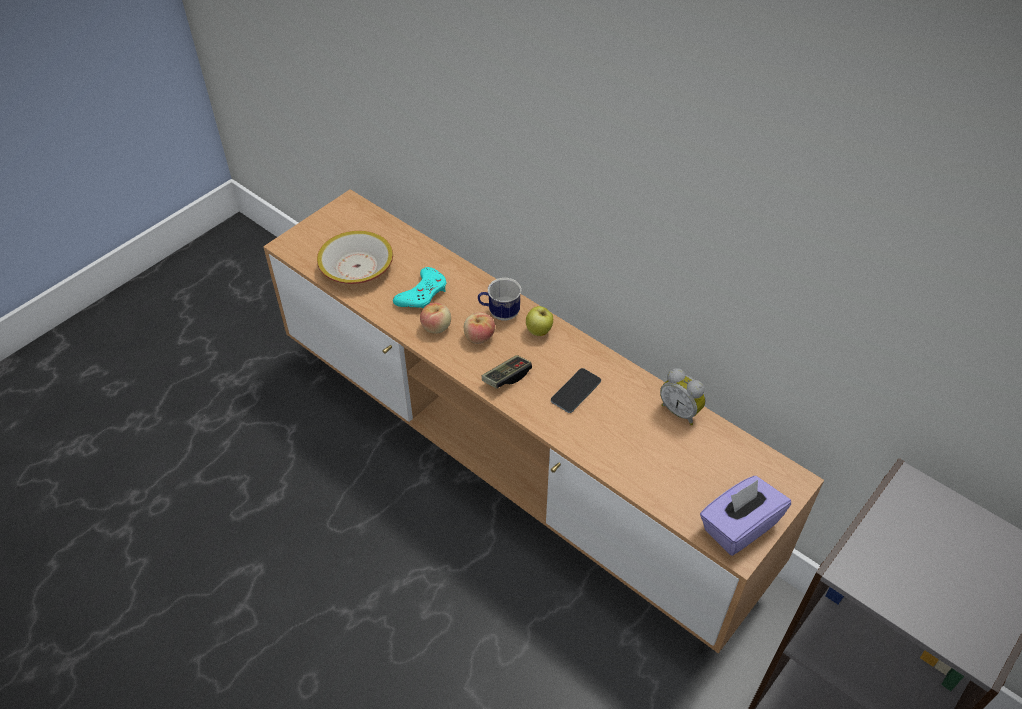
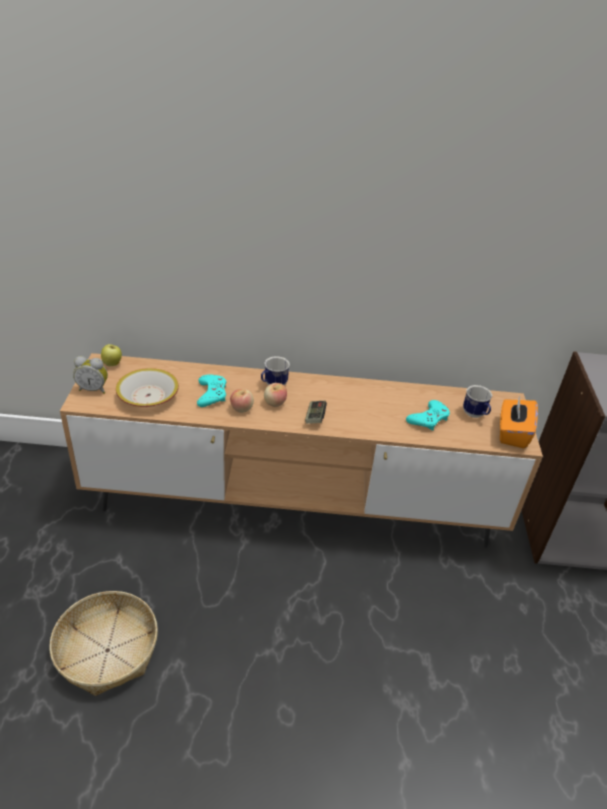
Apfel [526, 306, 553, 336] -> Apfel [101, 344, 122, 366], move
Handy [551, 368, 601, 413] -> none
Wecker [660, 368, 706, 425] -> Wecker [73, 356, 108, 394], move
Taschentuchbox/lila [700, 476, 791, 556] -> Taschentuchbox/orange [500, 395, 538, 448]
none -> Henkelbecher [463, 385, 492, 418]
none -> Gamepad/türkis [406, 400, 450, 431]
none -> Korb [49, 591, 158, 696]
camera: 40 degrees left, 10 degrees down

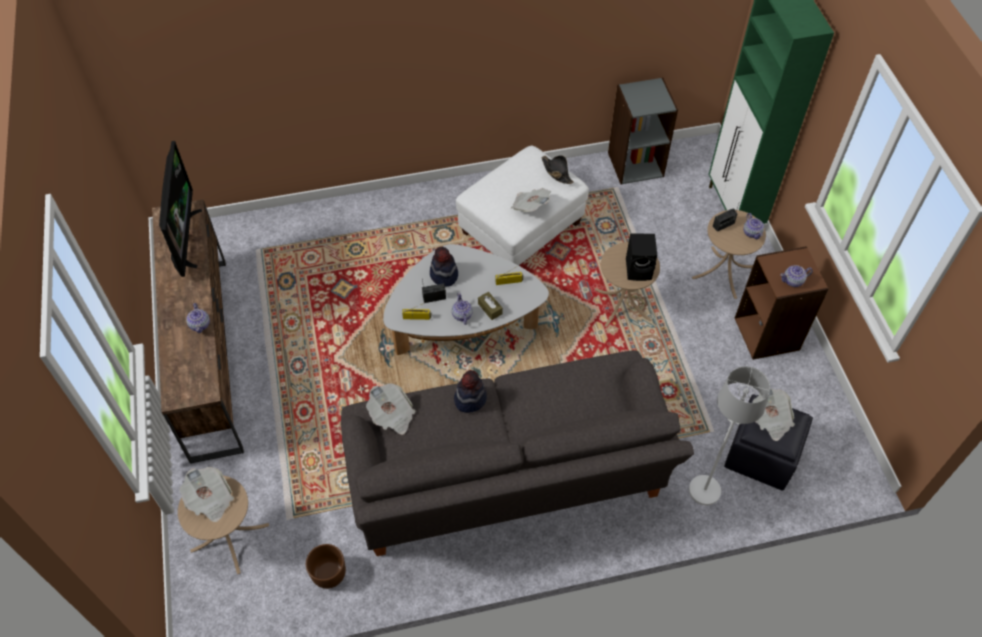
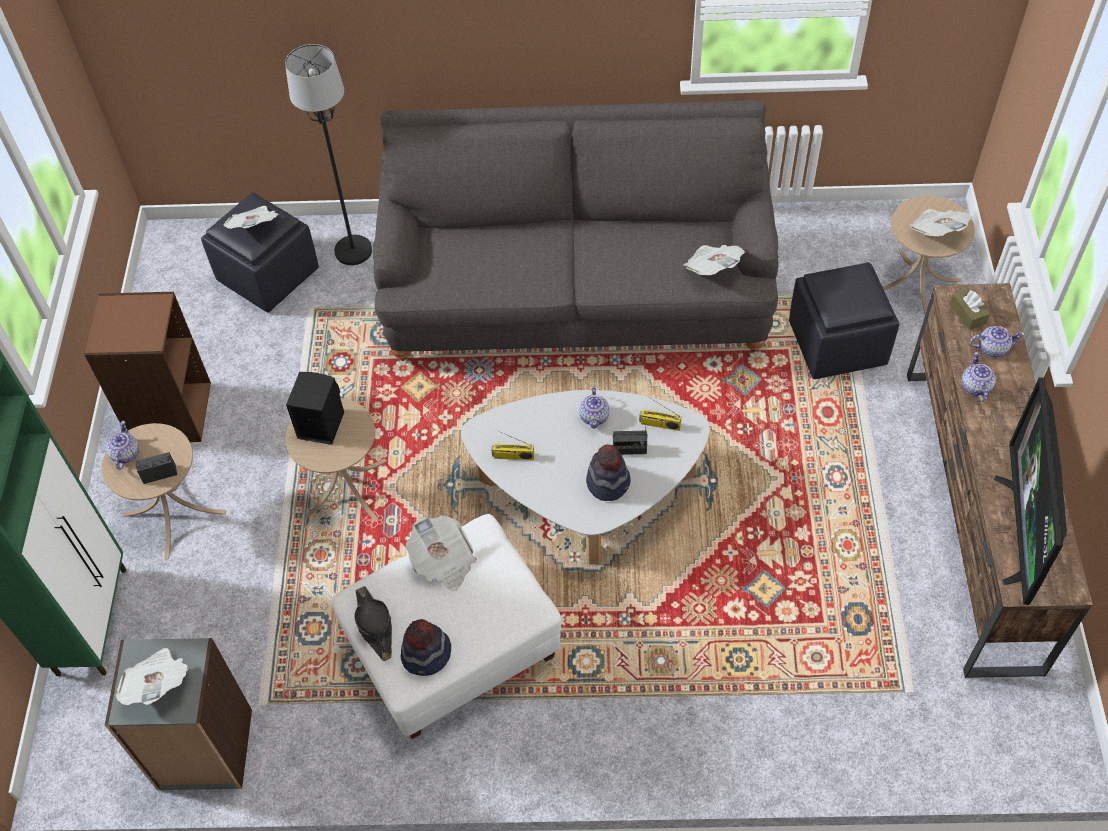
Teekanne [780, 265, 813, 287] -> Teekanne [970, 326, 1025, 358], move
Taschentuchbox/braun [478, 292, 503, 320] -> Taschentuchbox/braun [950, 288, 990, 330], move
Stehlampe/weiß [689, 366, 771, 505] -> Stehlampe/schwarz [285, 44, 372, 265]
Hut [454, 370, 487, 413] -> Hut [401, 619, 451, 676], move
Pflanzkübel/braun [306, 544, 346, 589] -> none
none -> Polsterhocker/schwarz [789, 262, 899, 379]
none -> Zeitung [115, 648, 189, 705]
camera: 165 degrees left, 0 degrees up

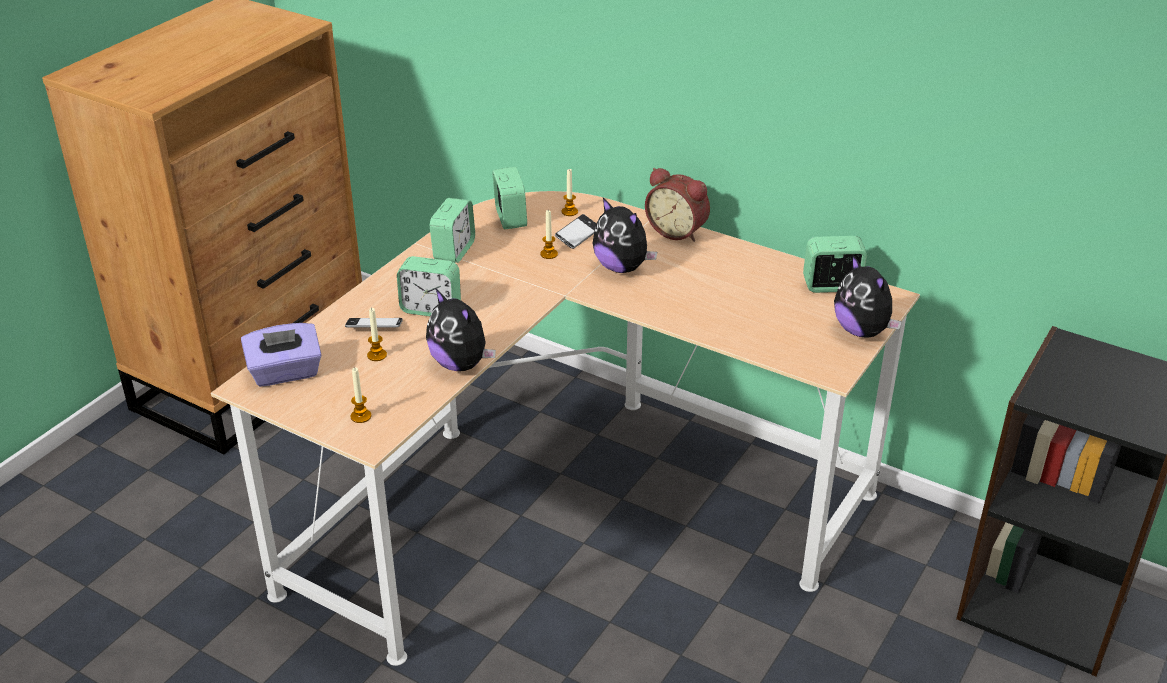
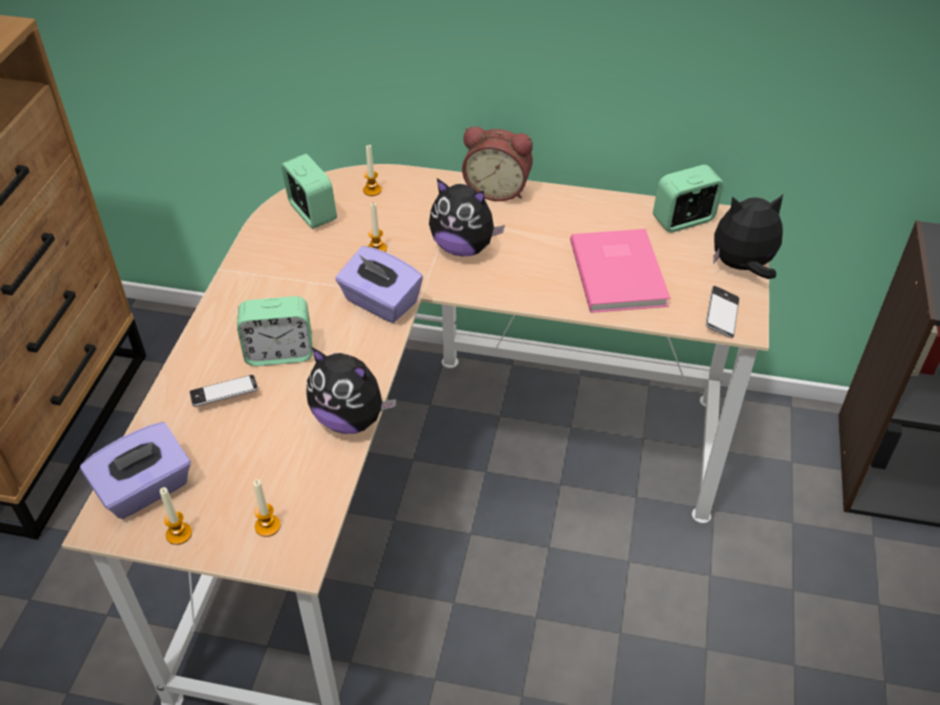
Wecker [430, 198, 475, 263] -> none
Handy [555, 214, 596, 249] -> Handy [706, 286, 739, 338], move
Plüschtier [834, 254, 902, 338] -> Plüschtier [713, 195, 783, 279], 135 degrees clockwise
Kerze [367, 308, 387, 361] -> Kerze [160, 487, 192, 545], move
none -> Buch/rosa [570, 229, 670, 313]
none -> Taschentuchbox/lila [335, 246, 423, 323]
camera: 20 degrees left, 10 degrees up

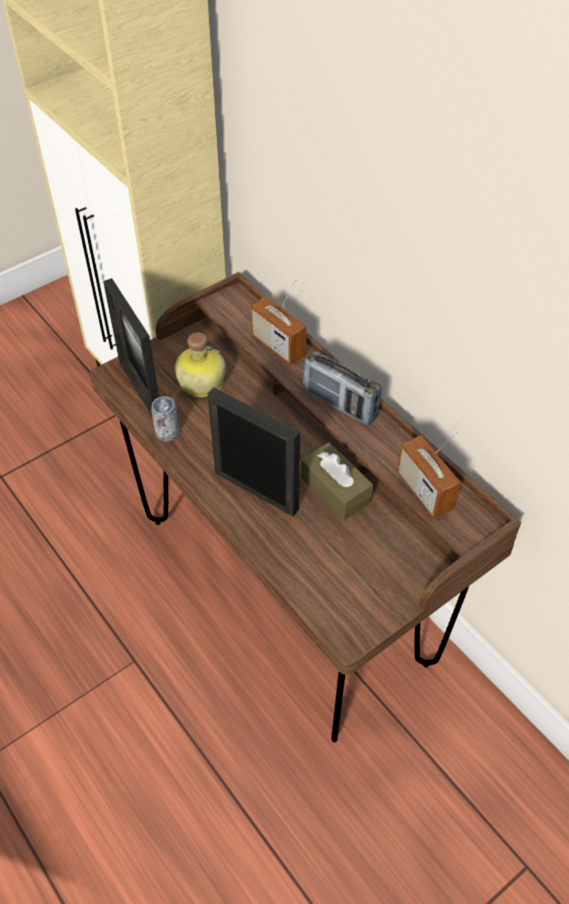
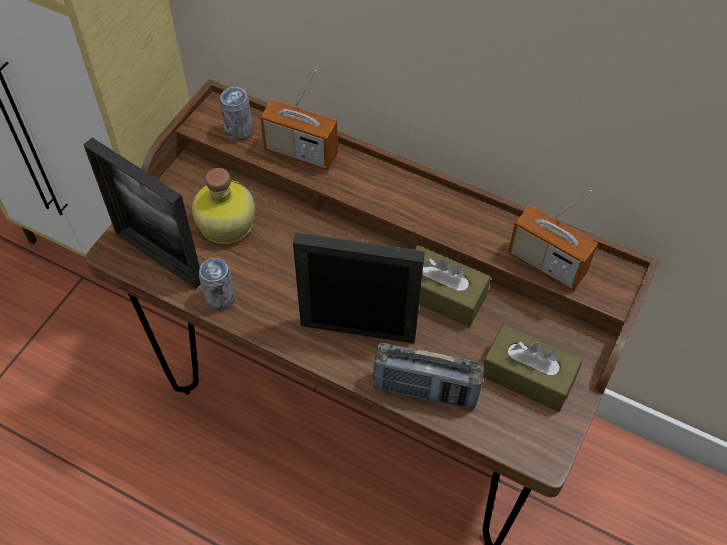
Radio [303, 351, 381, 426] -> Radio [373, 343, 484, 409], move
none -> Dose [220, 87, 253, 140]
none -> Taschentuchbox/braun [483, 324, 582, 412]
camera: 25 degrees left, 5 degrees up

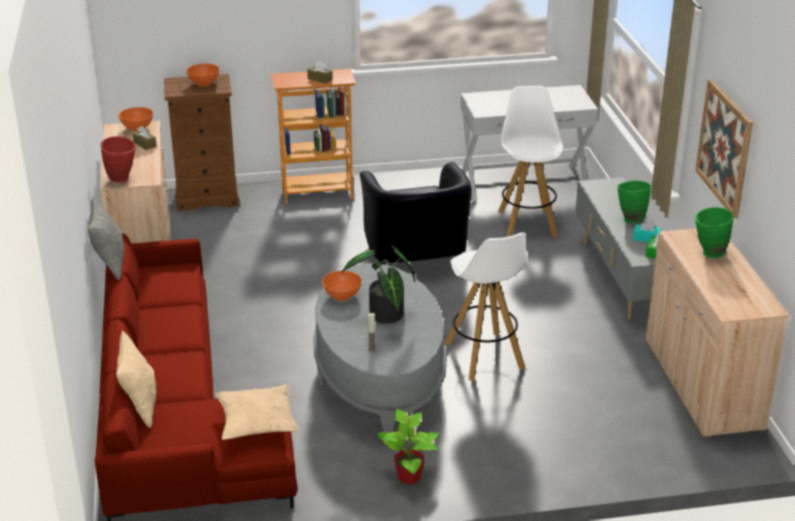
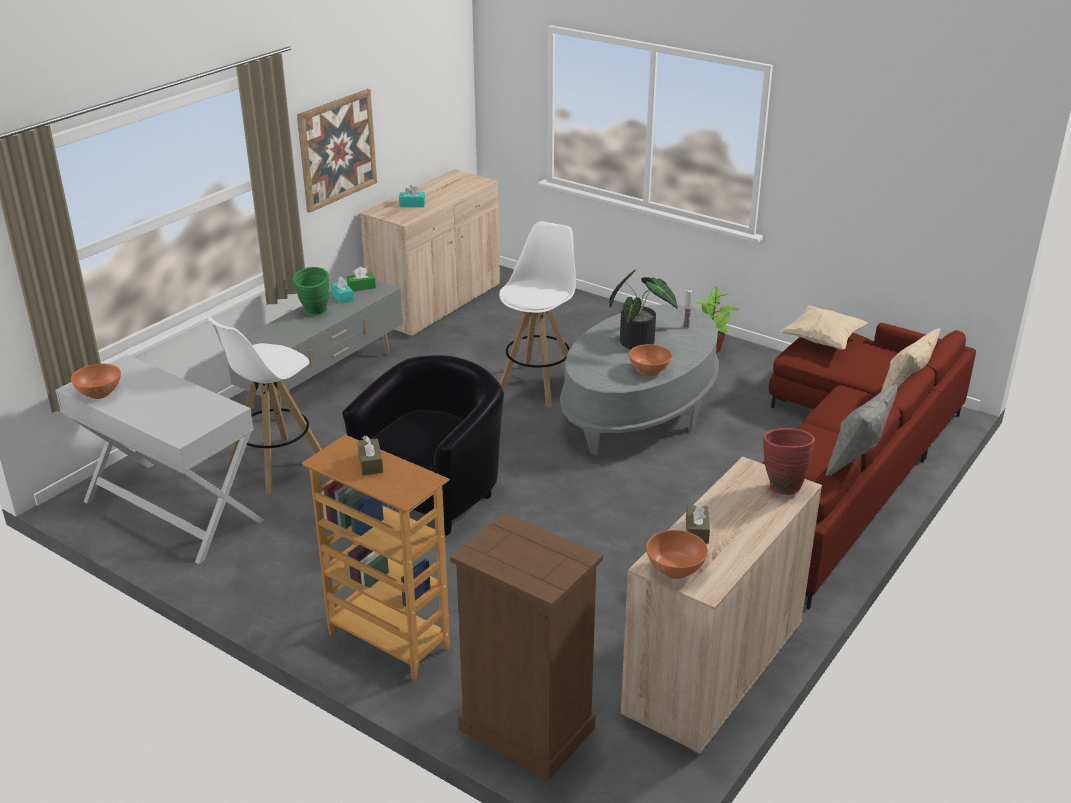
Schüssel/orange [186, 63, 220, 87] -> Schüssel/orange [71, 364, 121, 399], move
Vase/grün [695, 207, 733, 258] -> Taschentuchbox/türkis [399, 185, 425, 207]
camera: 135 degrees left, 0 degrees up

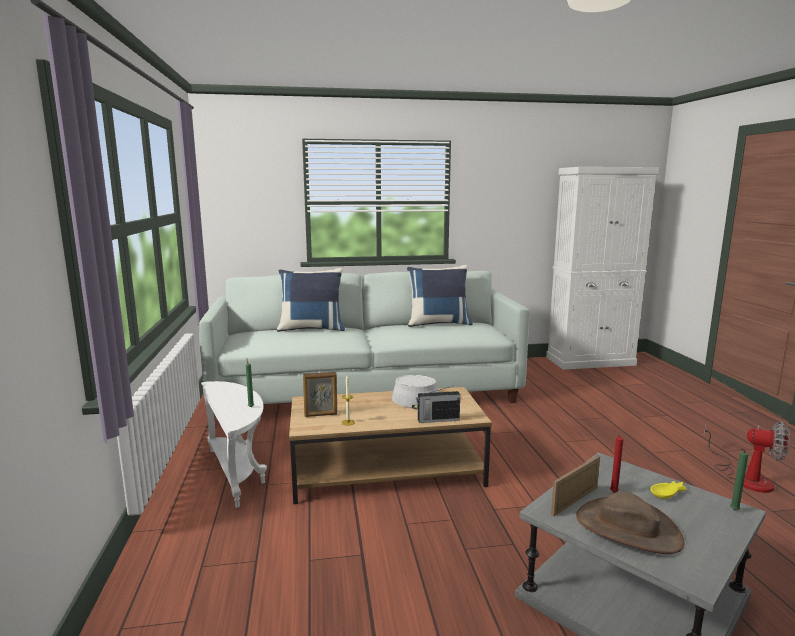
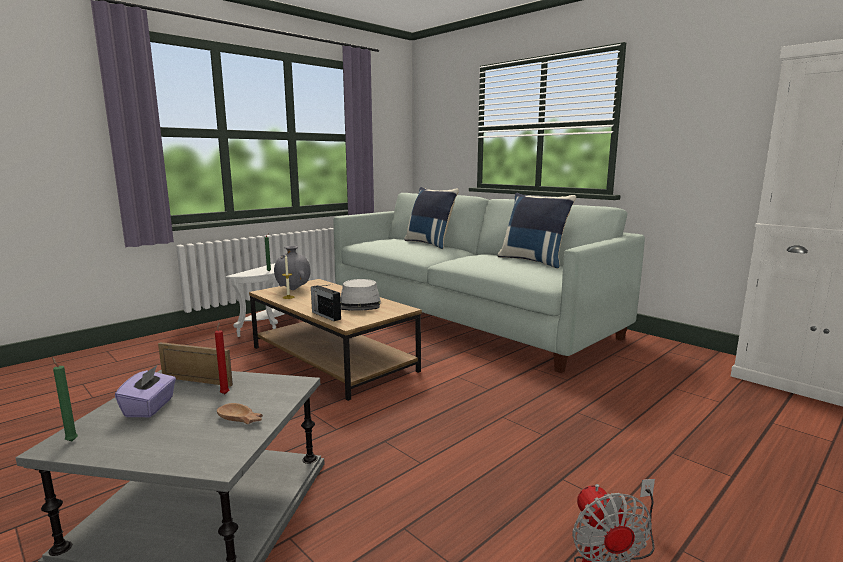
Bilderrahmen [303, 372, 337, 417] -> Vase/grau [274, 246, 310, 290]
Kerze/grün [730, 448, 748, 511] -> Kerze/grün [52, 357, 78, 441], move
Schüssel/gelb [650, 481, 687, 499] -> Schüssel/braun [217, 403, 263, 424]
Hut/braun [576, 492, 684, 554] -> Taschentuchbox/lila [115, 365, 176, 417]
camera: 55 degrees right, 0 degrees up

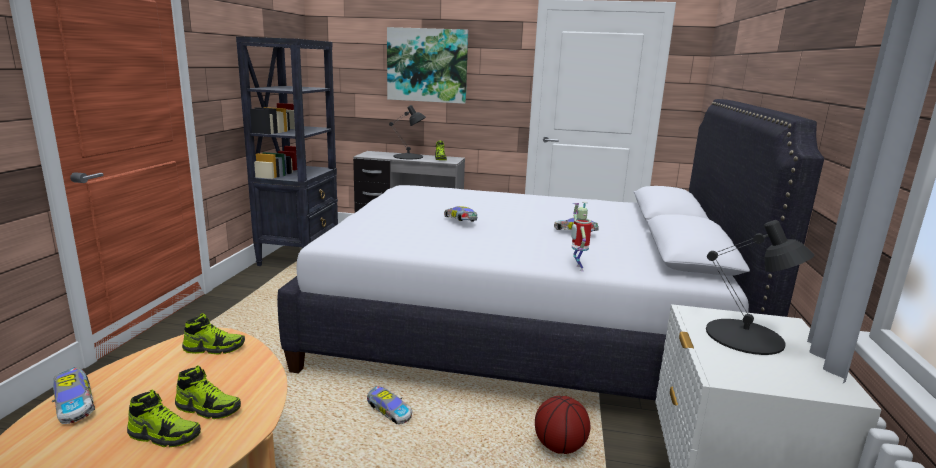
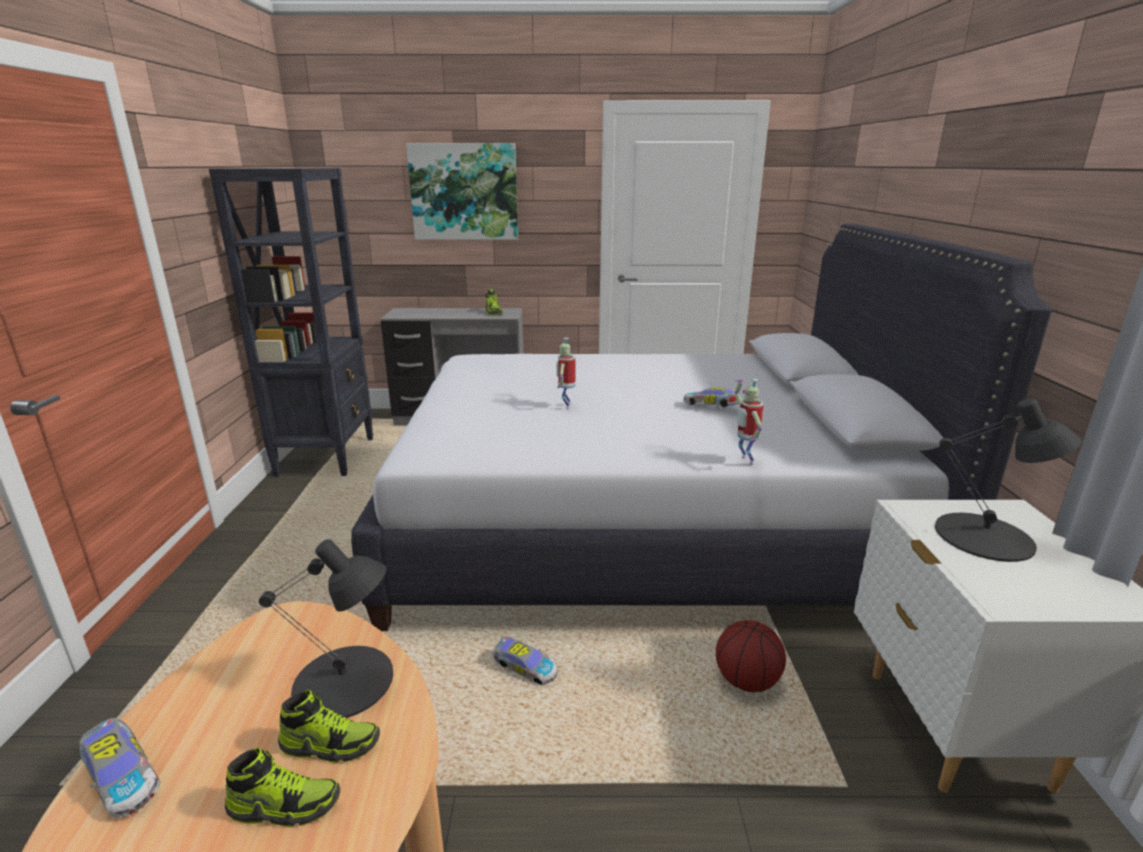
Tischlampe/schwarz [389, 105, 426, 159] -> Tischlampe/schwarz [259, 540, 393, 718], move
Spielzeugauto [444, 206, 477, 222] -> Spielzeugroboter [556, 338, 576, 409]
Schuh [182, 313, 245, 355] -> none
camera: 10 degrees left, 5 degrees up

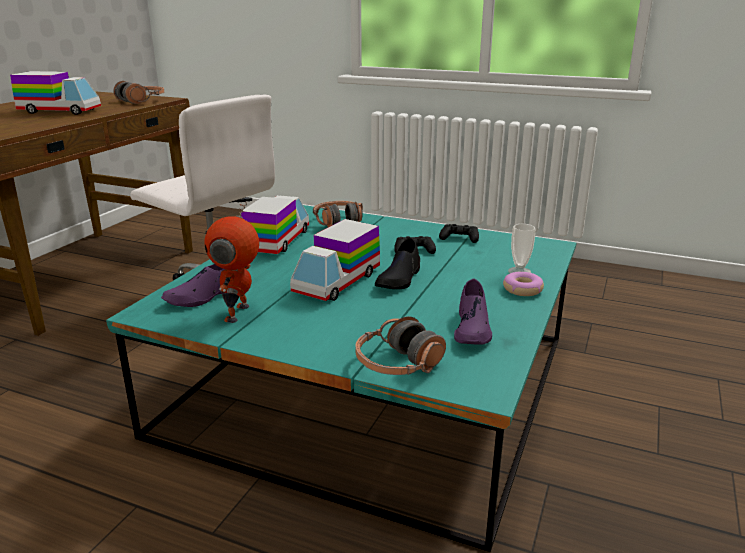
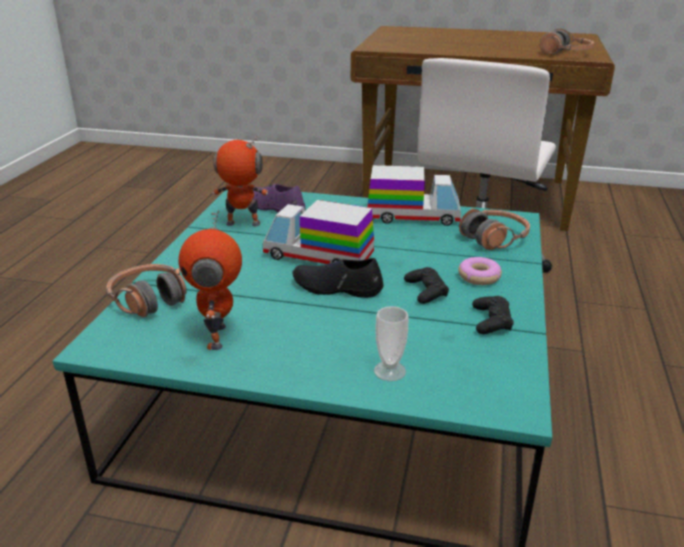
Spielzeuglaster [10, 71, 101, 115] -> none
Donut [503, 272, 544, 296] -> Donut [458, 257, 502, 285], move
Schuh/lila [454, 278, 492, 345] -> Spielzeugroboter [179, 210, 242, 350]
camera: 80 degrees right, 5 degrees up

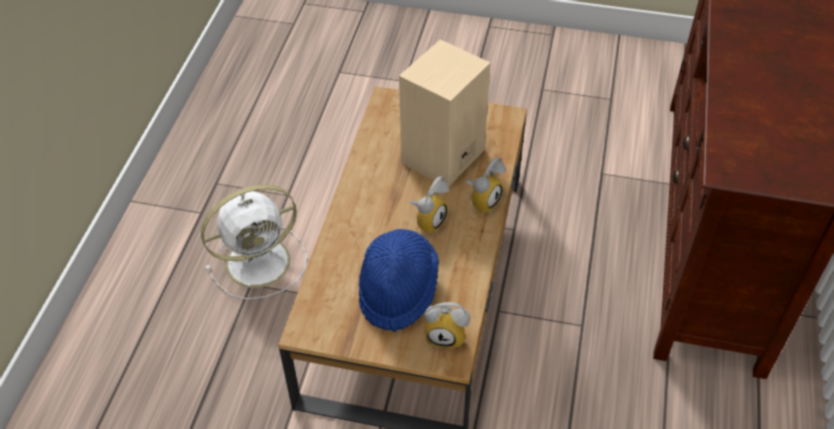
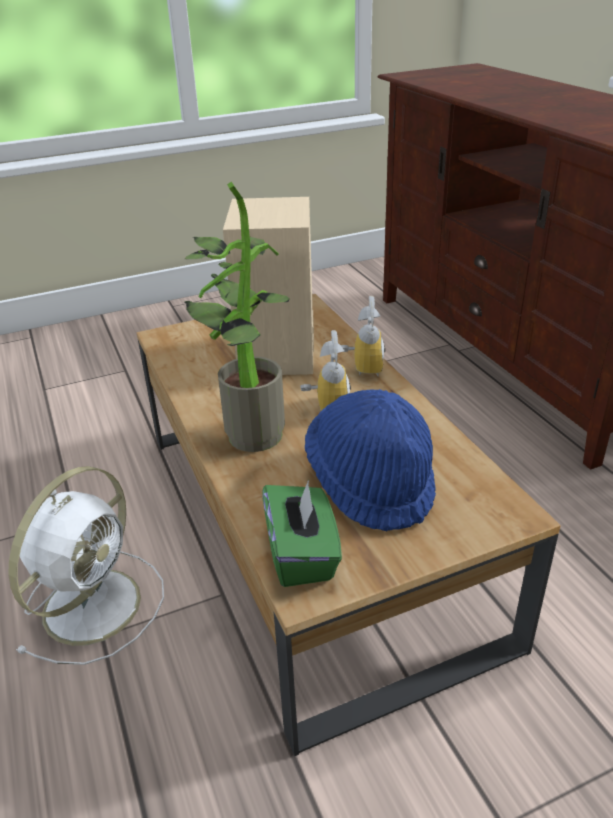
Wecker [425, 302, 470, 349] -> none
none -> Topfpflanze [184, 182, 290, 452]
none -> Taschentuchbox/grün [263, 479, 342, 587]
camera: 35 degrees left, 15 degrees down

